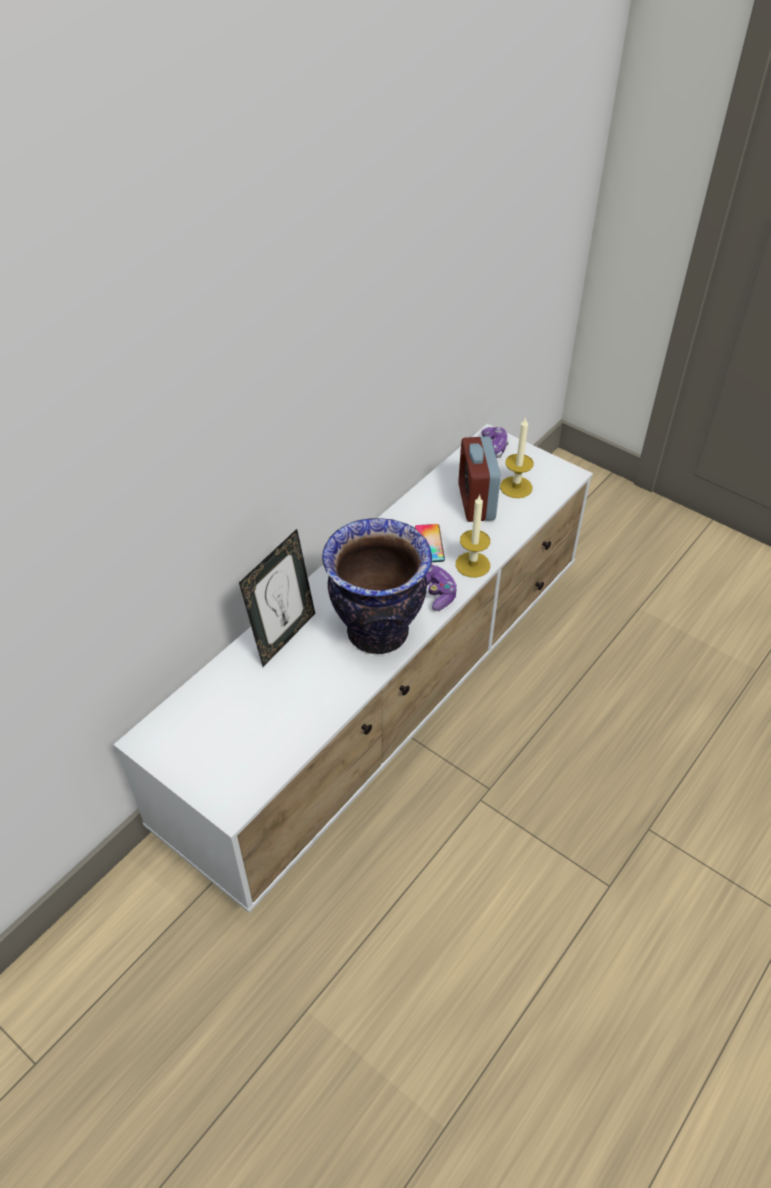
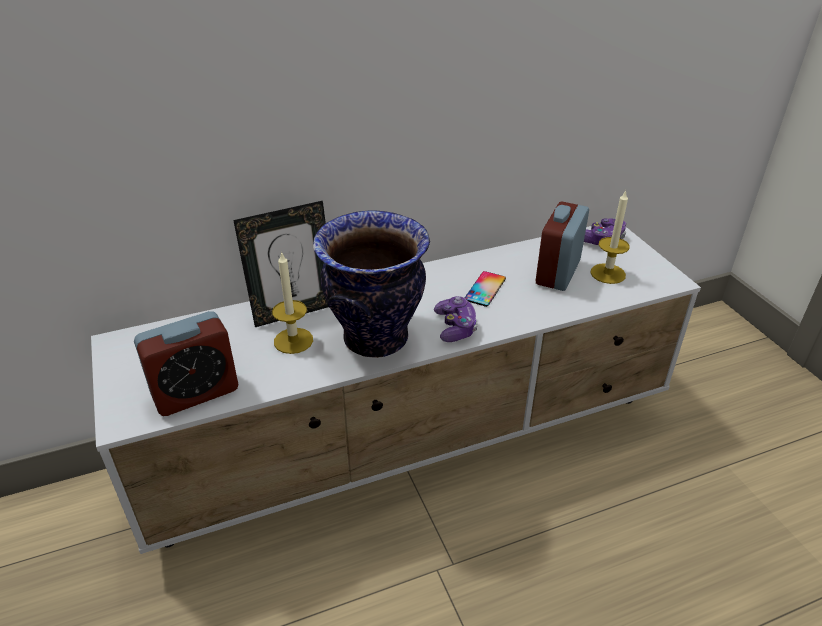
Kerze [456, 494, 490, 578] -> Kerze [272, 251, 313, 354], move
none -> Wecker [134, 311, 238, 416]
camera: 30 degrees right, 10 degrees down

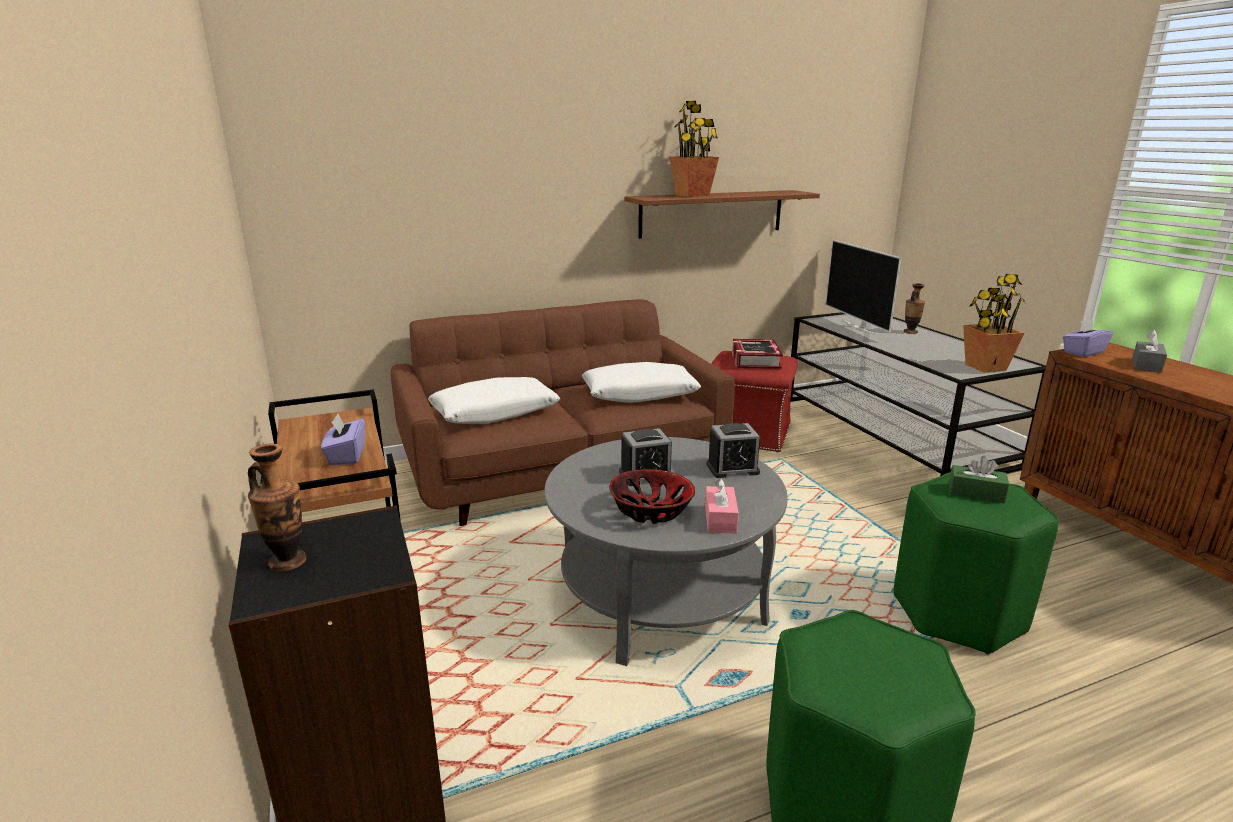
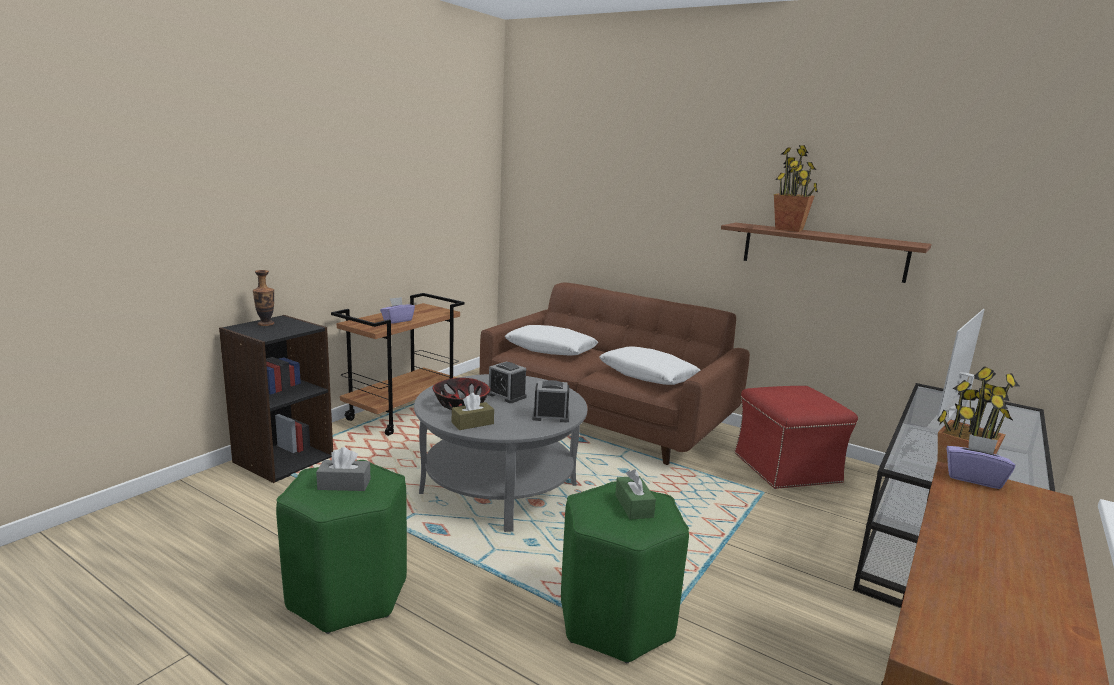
Vase [904, 283, 925, 334] -> none
Taschentuchbox/grau [1132, 330, 1167, 373] -> Taschentuchbox/grau [316, 447, 371, 491], move
Buch [732, 339, 783, 369] -> none
Wecker [707, 423, 760, 478] -> Wecker [532, 380, 569, 423], 135 degrees clockwise
Taschentuchbox/rosa [705, 478, 739, 534] -> Taschentuchbox/braun [452, 393, 494, 430]
camera: 55 degrees right, 5 degrees down

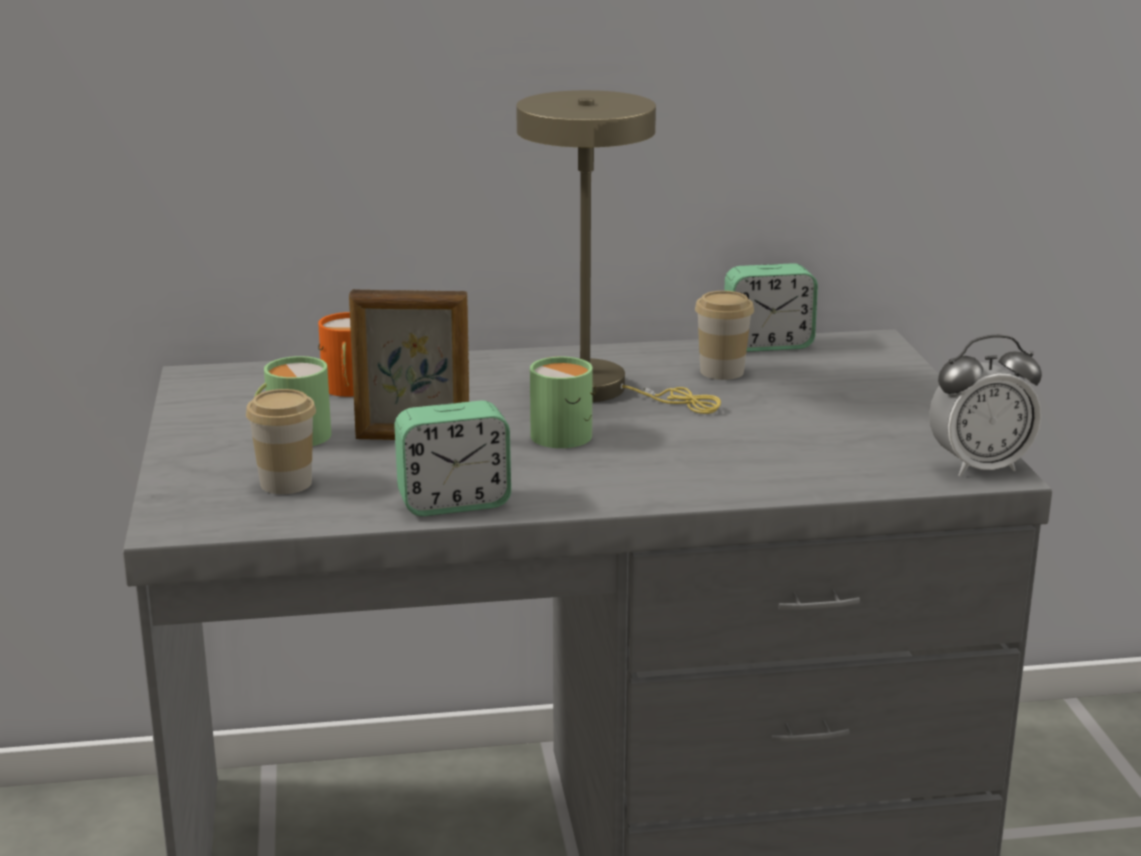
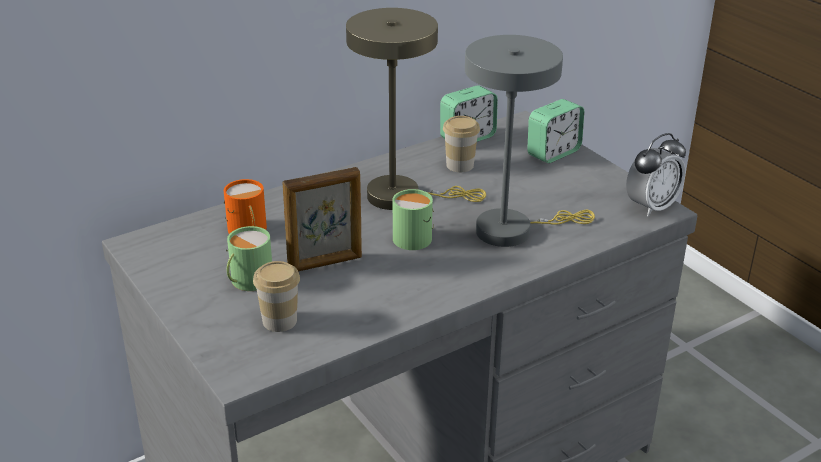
Wecker [394, 401, 511, 516] -> Wecker [527, 99, 584, 163], move
none -> Tischlampe/grau [465, 35, 595, 247]
camera: 25 degrees left, 10 degrees up

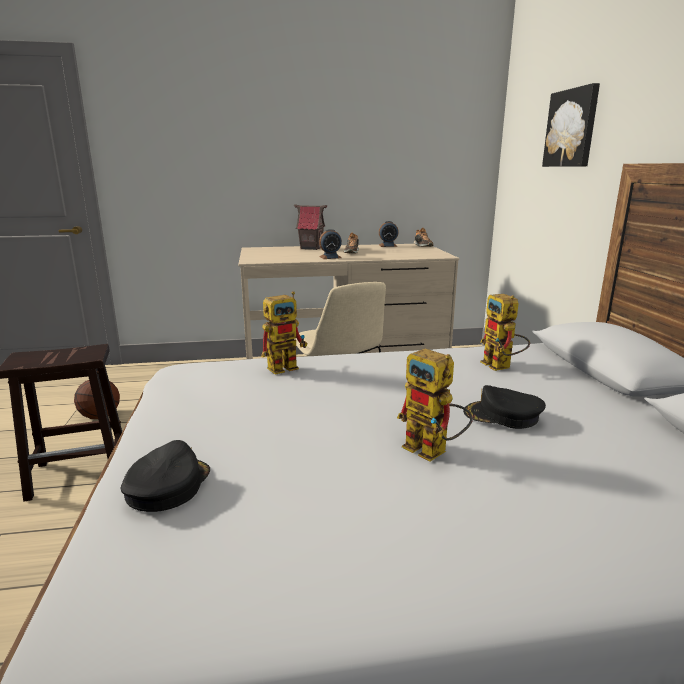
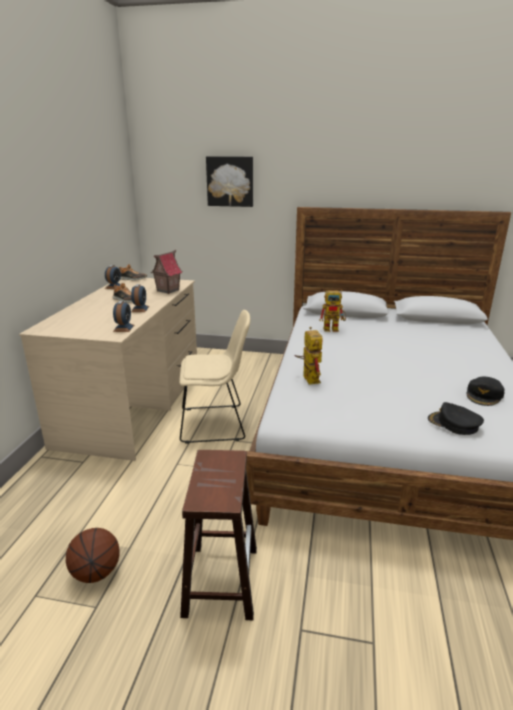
Spielzeughaus [294, 204, 327, 250] -> Spielzeughaus [151, 250, 183, 294], move
Spielzeugroboter [397, 349, 473, 462] -> none
Kappe/schwarz [463, 385, 546, 429] -> Kappe/schwarz [467, 376, 505, 406], move
none -> Wecker [113, 301, 134, 332]
camera: 70 degrees left, 5 degrees up

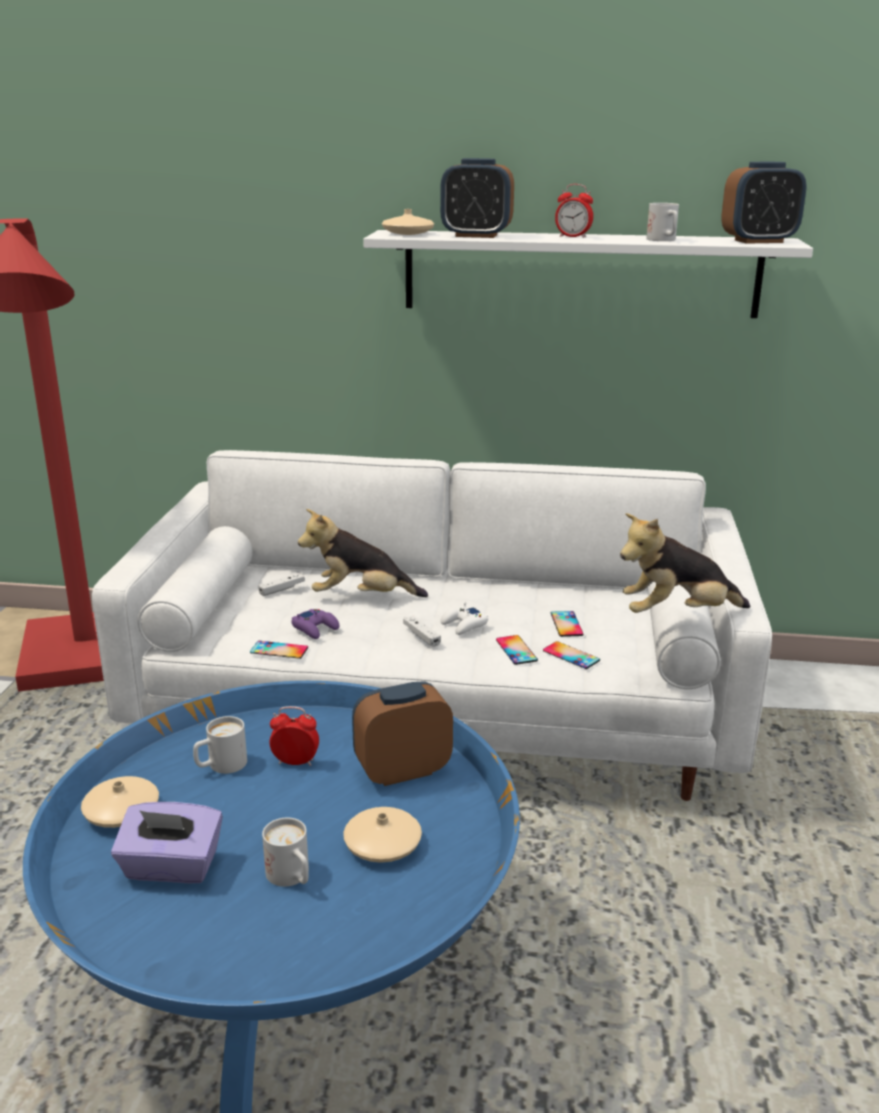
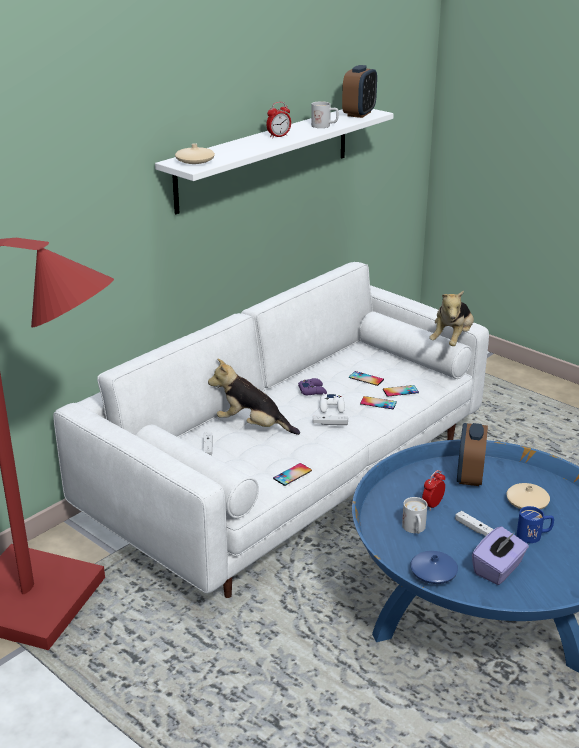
Wecker [440, 158, 514, 238] -> none
Plüschtier [298, 509, 428, 597] -> Plüschtier [208, 358, 300, 435], 75 degrees clockwise
Gamepad/lila [291, 609, 339, 639] -> Gamepad/lila [298, 378, 327, 395], move
Vase/beige [81, 776, 159, 828] -> Vase/blau [411, 551, 458, 584]
Henkelbecher/weiß [262, 818, 309, 887] -> Henkelbecher/blau [517, 506, 554, 543]
none -> Gamepad/weiß [455, 511, 494, 536]
camera: 55 degrees left, 5 degrees up

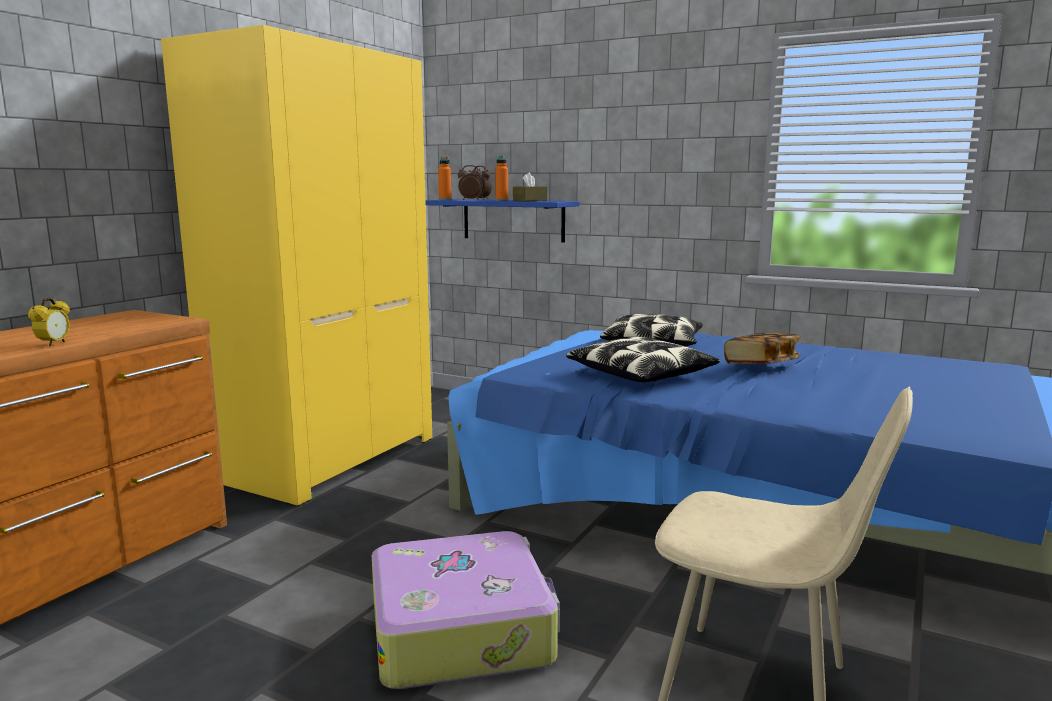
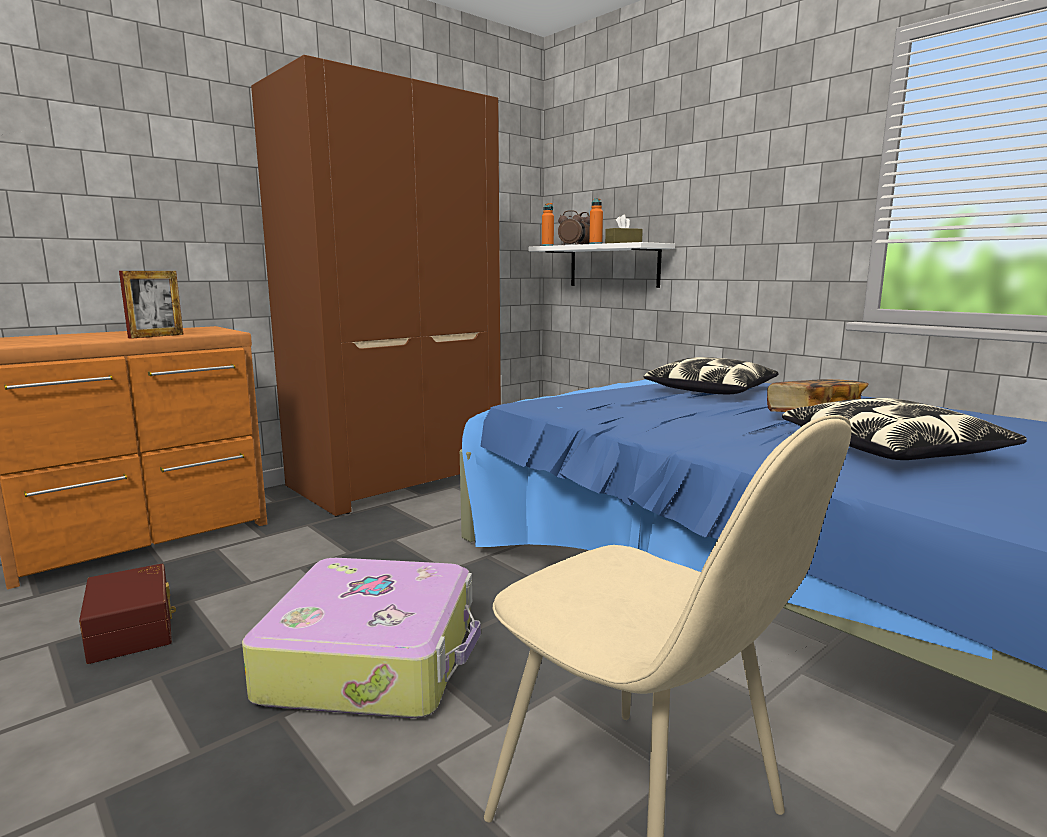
Kleiderschrank/gelb [161, 25, 432, 506] -> Kleiderschrank/braun [251, 55, 501, 517]
Wandregal/blau [425, 199, 579, 243] -> Wandregal/weiß [529, 242, 675, 288]
Wecker [28, 298, 70, 346] -> none
Kissen [566, 337, 720, 382] -> Kissen [782, 398, 1027, 460], move
none -> Bilderrahmen [119, 271, 184, 339]
none -> Aufbewahrungsbox/braun [79, 564, 176, 664]
camera: 20 degrees right, 0 degrees up

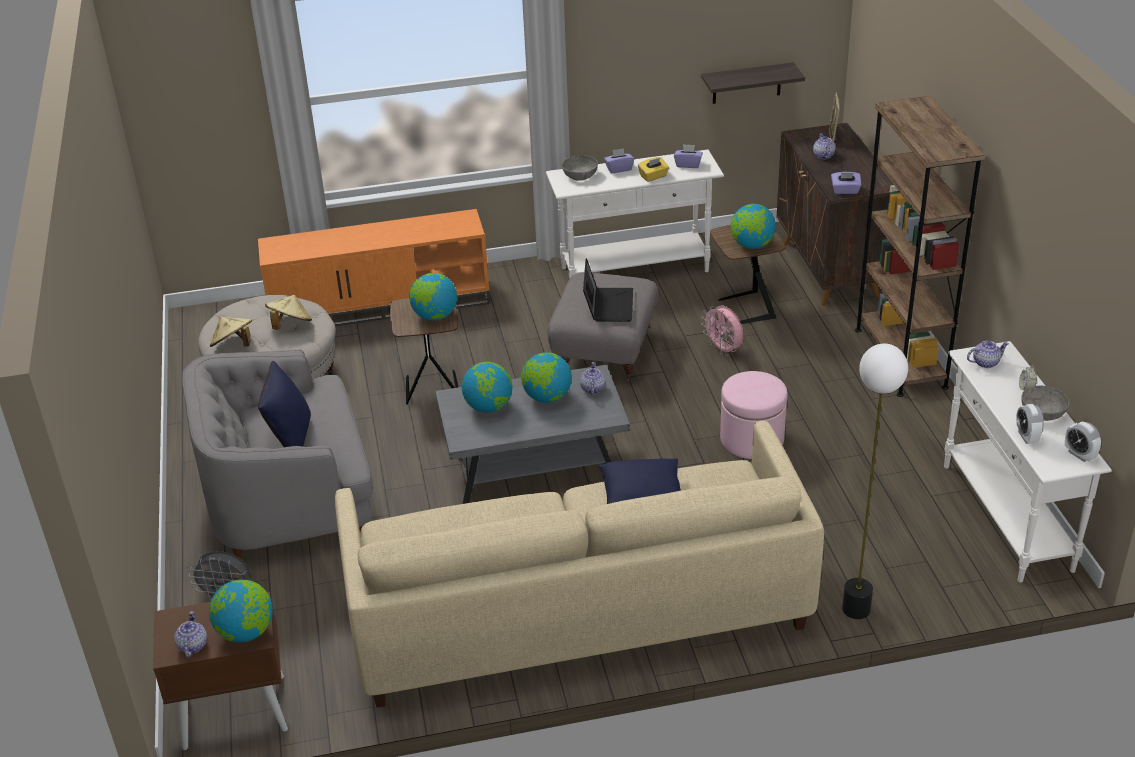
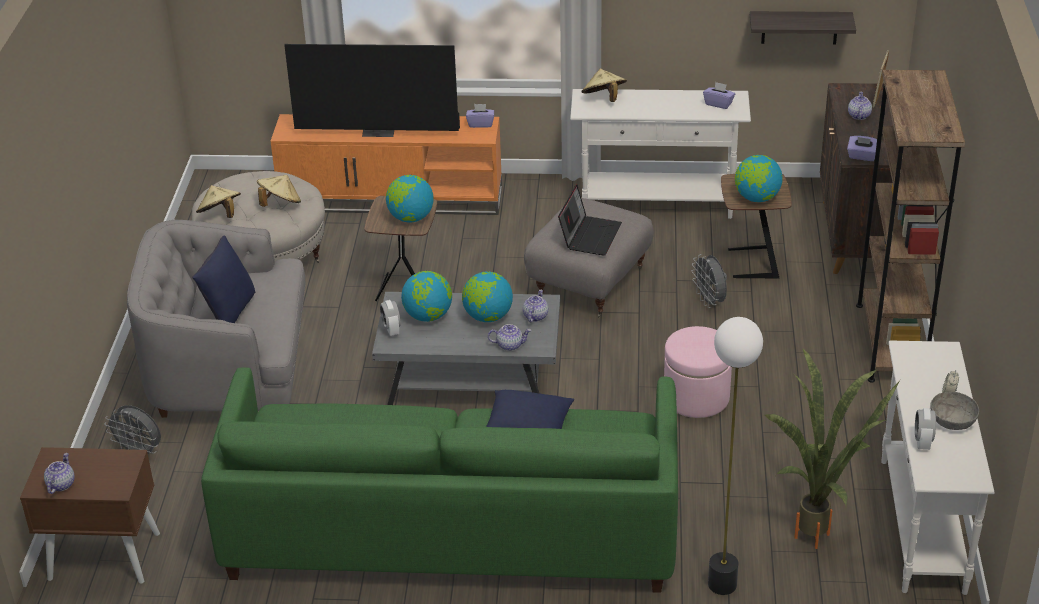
Taschentuchbox/lila [604, 148, 634, 173] -> Taschentuchbox/lila [466, 104, 494, 128], move
Schüssel/grau [562, 155, 598, 181] -> Hut/beige [581, 69, 627, 102]
Taschentuchbox/gelb [638, 157, 669, 182] -> none
Ventilator/rosa [701, 305, 744, 356] -> Ventilator/grau [692, 254, 727, 308]
Teekanne [967, 341, 1009, 368] -> Teekanne [488, 324, 531, 351], move
Sofa/beige [335, 421, 824, 708] -> Sofa/grün [201, 367, 678, 593]
Wecker [1065, 421, 1101, 462] -> Wecker [380, 300, 401, 336], move
Globus [209, 580, 273, 643] -> none
none -> Fernseher [284, 44, 460, 137]
none -> Topfpflanze [763, 349, 899, 549]
camera: 15 degrees right, 0 degrees up

